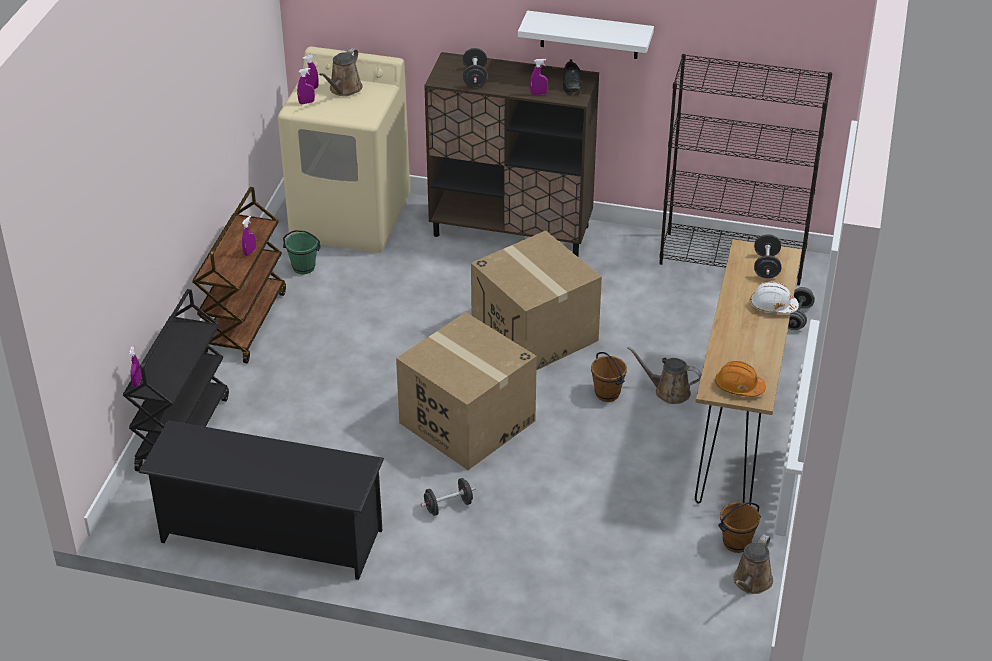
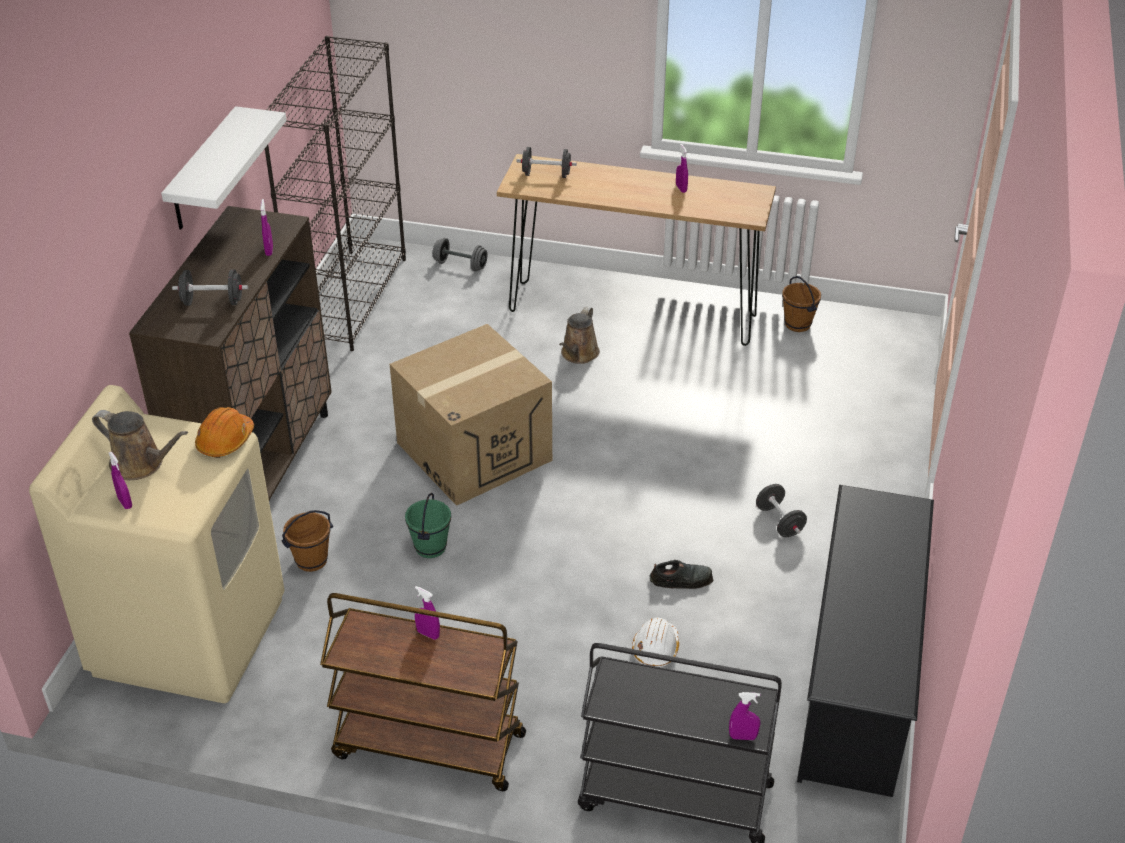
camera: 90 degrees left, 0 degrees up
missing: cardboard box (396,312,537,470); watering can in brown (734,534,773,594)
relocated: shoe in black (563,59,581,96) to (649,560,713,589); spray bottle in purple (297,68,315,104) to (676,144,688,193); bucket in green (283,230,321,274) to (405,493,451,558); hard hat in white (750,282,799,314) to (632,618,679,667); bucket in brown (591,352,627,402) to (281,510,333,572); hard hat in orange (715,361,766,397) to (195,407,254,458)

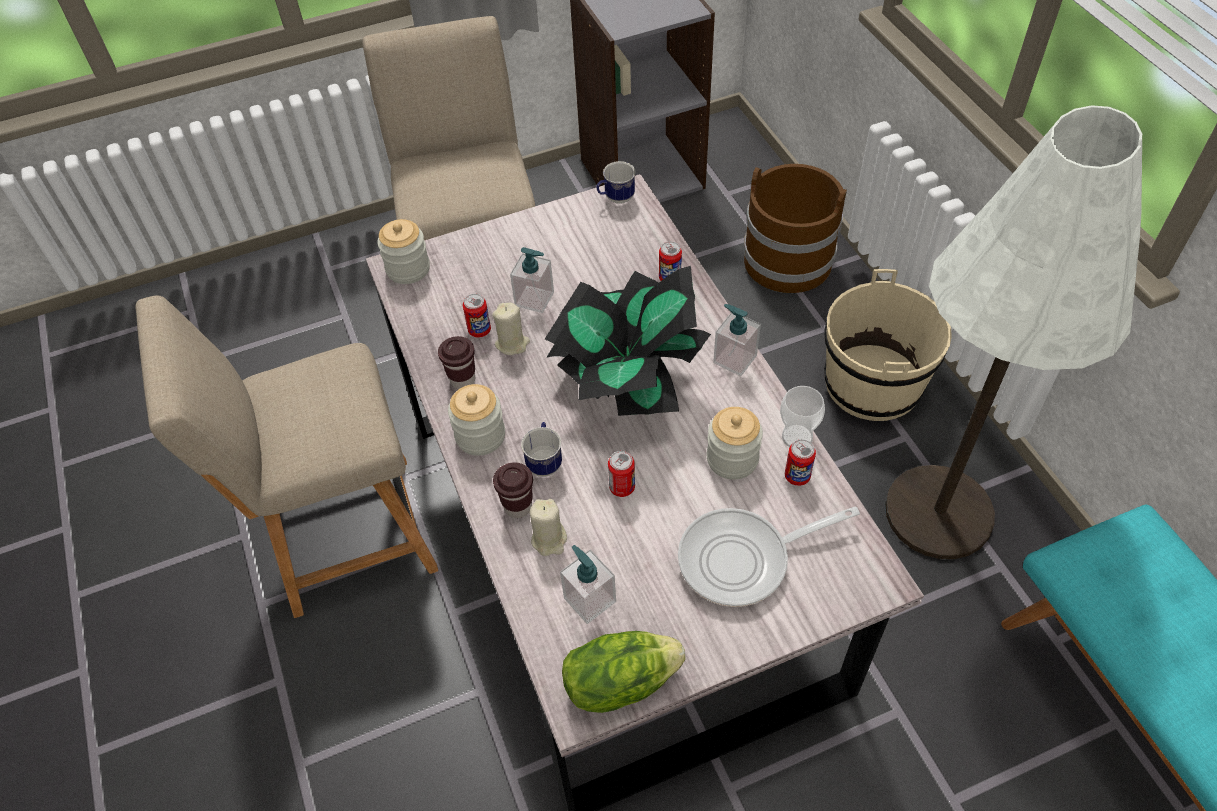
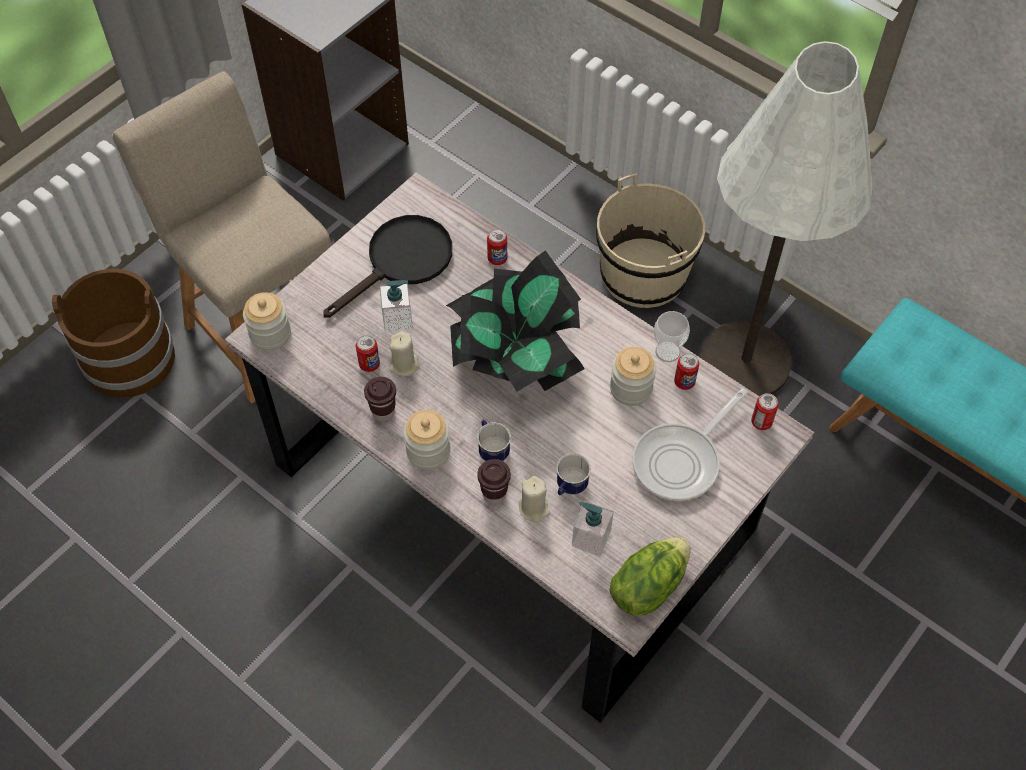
camera: 30 degrees left, 5 degrees up
missing: chair in beige (135,295,438,618); soap dispenser (713,304,761,376)
appeared: frying pan in black (323,215,452,318)
relocated: mug (596,161,636,204) to (557,453,591,495); bucket in brown (744,164,847,293) to (52,269,175,398); can (608,451,635,497) to (751,393,779,430)

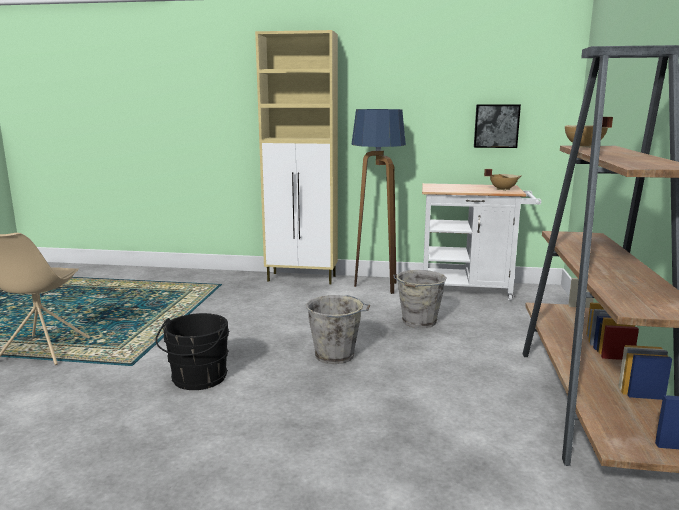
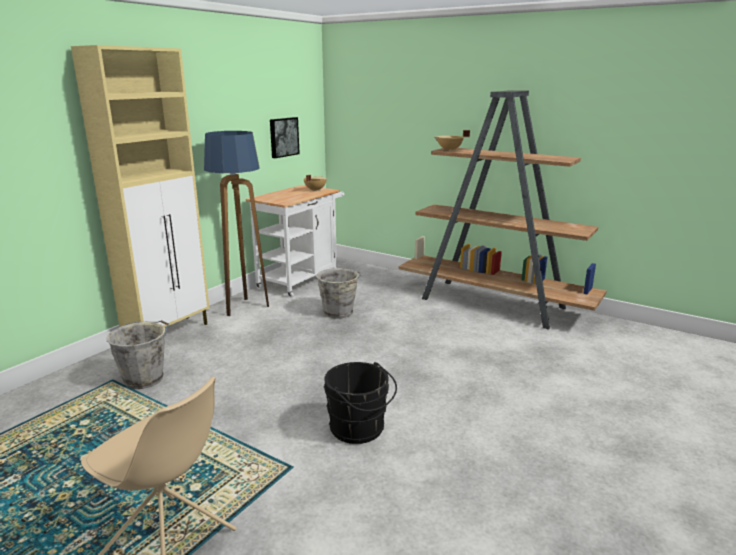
camera: 65 degrees left, 5 degrees up
relocated: bucket in grey (306,295,370,364) to (107,320,169,389)

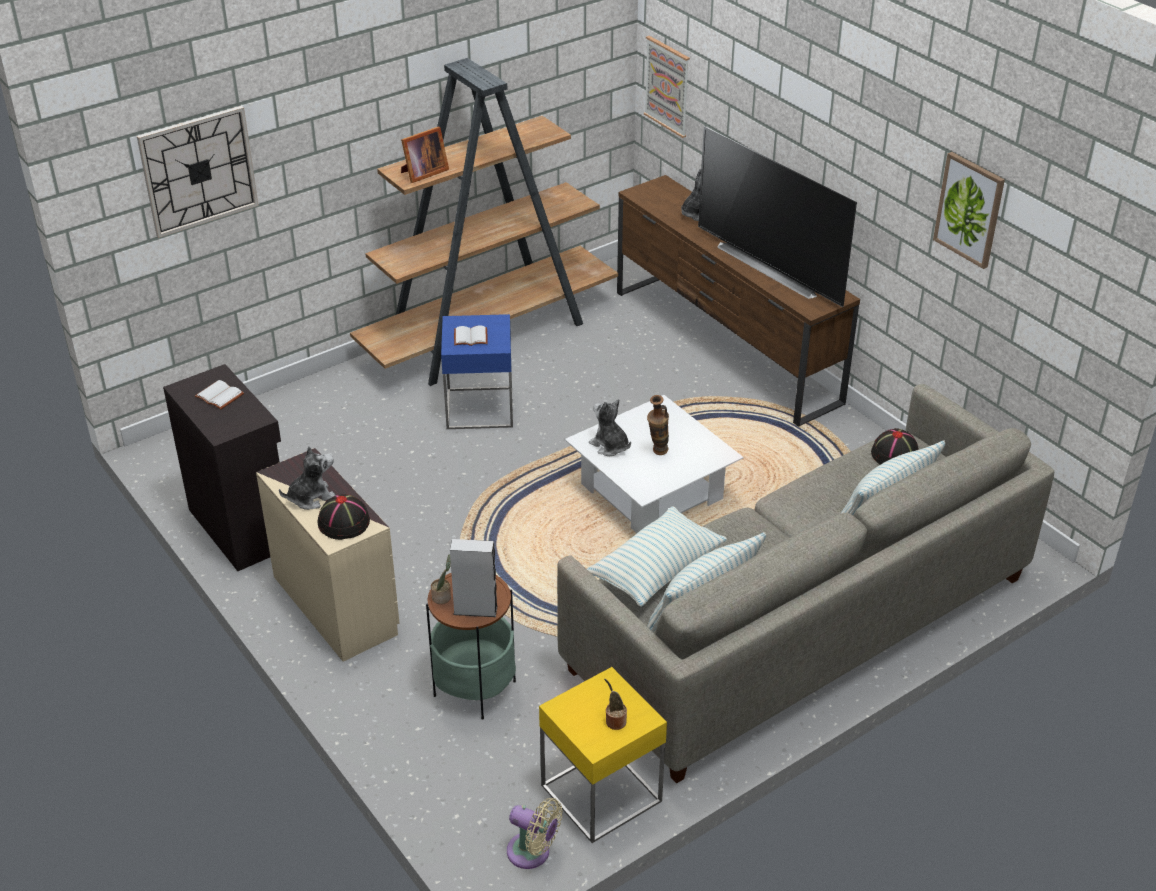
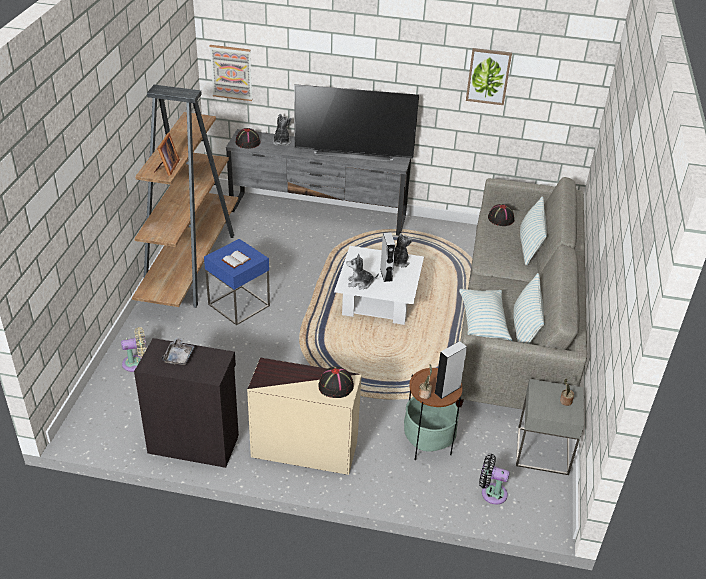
camera: 45 degrees left, 0 degrees up
missing: wall clock (137,106,259,238)
appeared: hat in black (236,128,261,149); fan in black (479,454,510,505)
relocated: plush toy (279,446,336,510) to (394,233,413,268); fan in beige (507,798,563,869) to (121,327,147,372)
exchanged: book in white (195,380,244,409) to tray in grey (161,338,195,365); vase (647,395,669,455) to speaker in grey (380,232,395,282)
colour: tv stand in brown (617,175,860,427) to tv stand in grey (226,129,411,235); side table in yellow (539,667,667,843) to side table in grey (516,379,584,475)

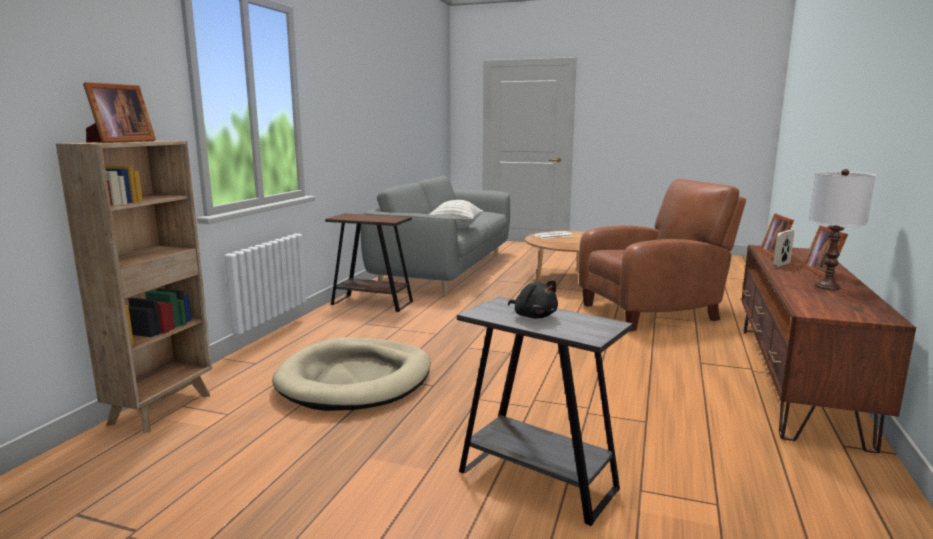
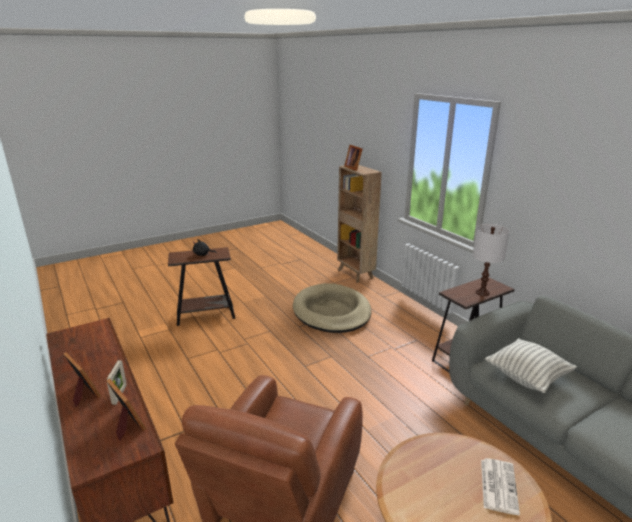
camera: 130 degrees right, 10 degrees up
relocated: table lamp in white (809,169,876,290) to (473,224,510,296)
colour: side table in grey (457,297,633,526) to side table in brown (168,247,235,326)

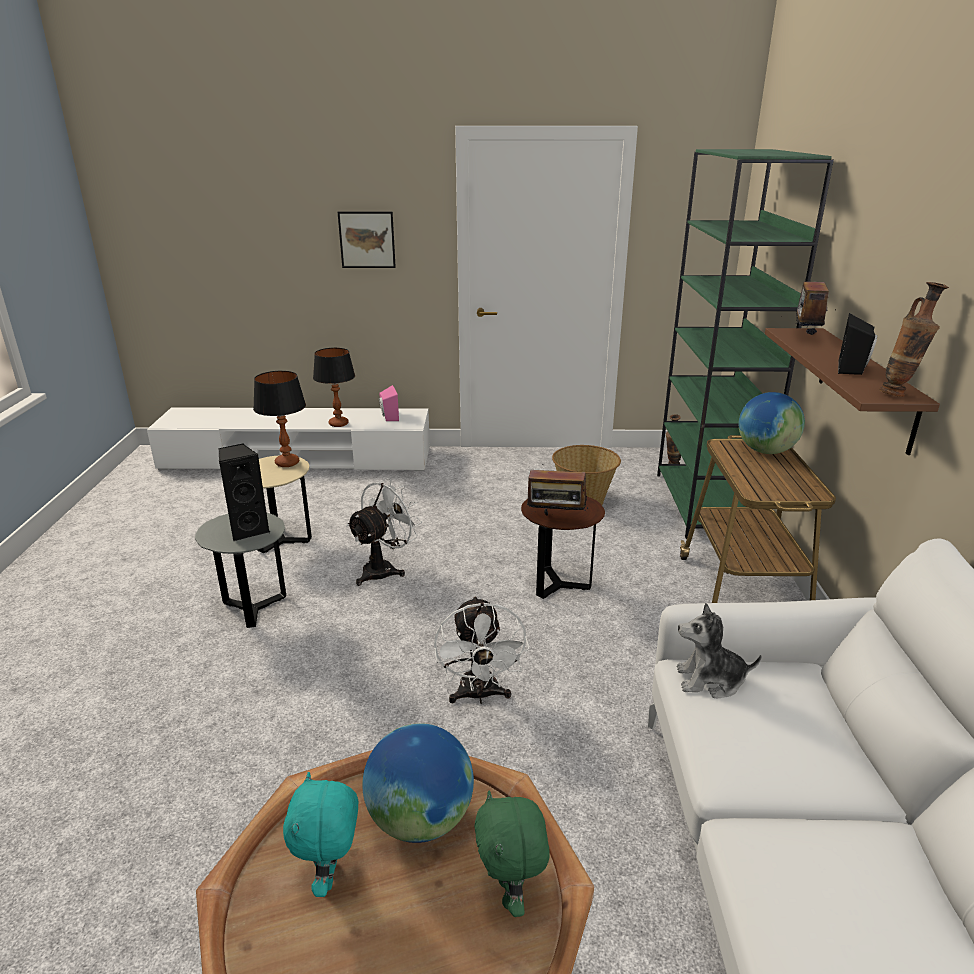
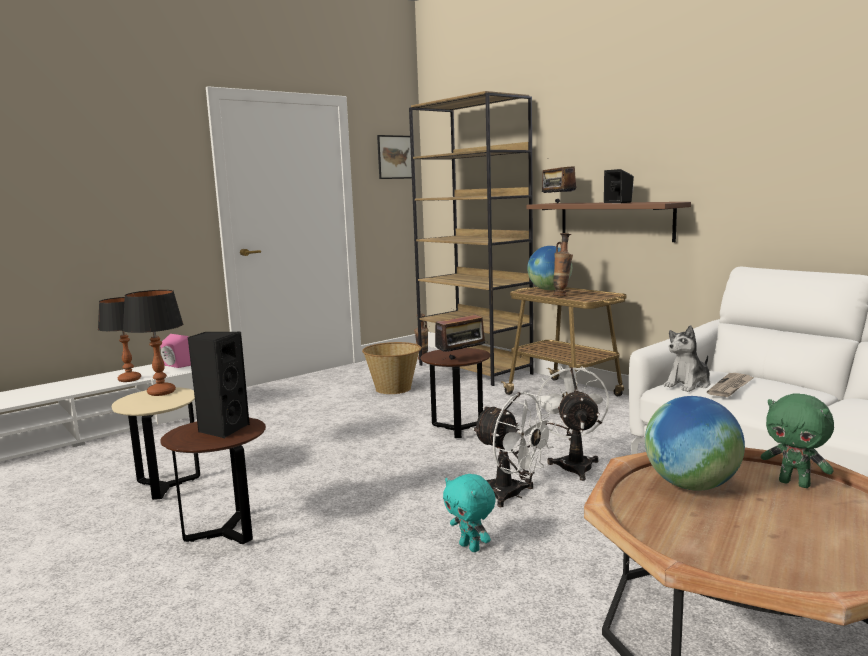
camera: 40 degrees left, 15 degrees down
appeared: newspaper (707,373,754,397)
relocated: picture (338,211,396,268) to (377,135,412,179); vase (879,282,949,397) to (553,233,573,296); fan in white (346,478,422,586) to (535,366,609,481); plush toy in turquoise (283,772,358,897) to (443,474,496,552)
colour: bookcase in green (657,149,834,539) to bookcase in brown (409,91,533,386); side table in grey (195,513,286,628) to side table in brown (160,418,266,544)

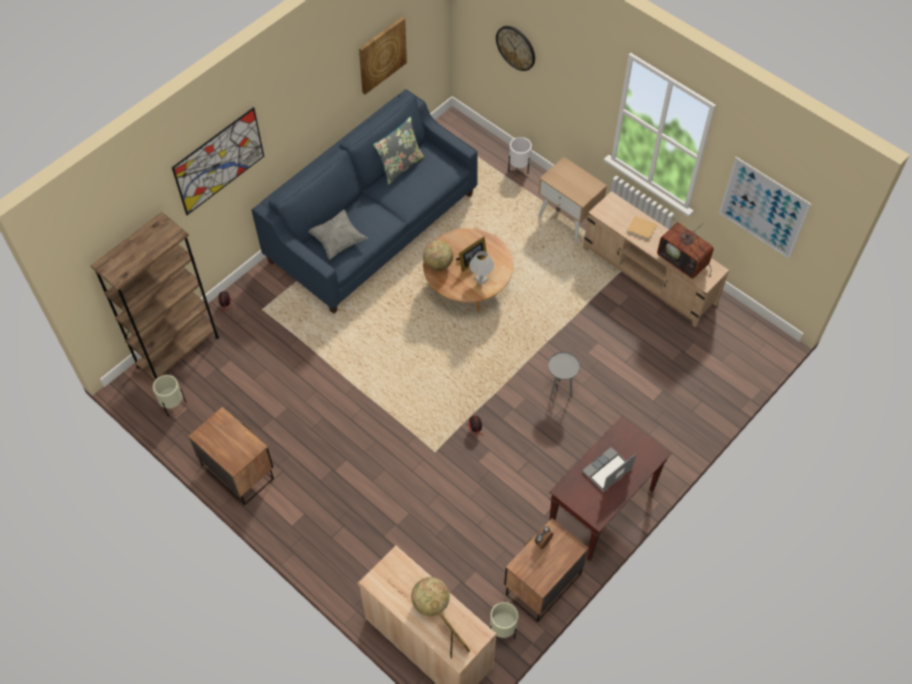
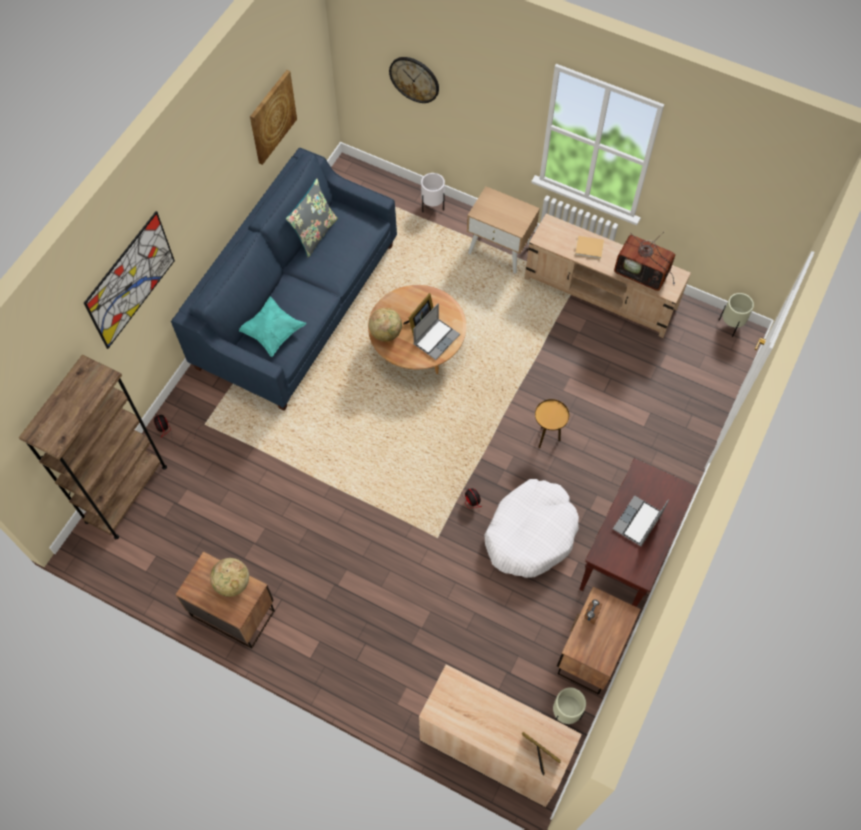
camera: 15 degrees left, 5 degrees up
missing: picture (719,157,812,259)
appeared: dog bed in white (485,479,579,578)
relocated: planter in beige (153,375,186,417) to (719,293,754,337); globe (411,577,450,616) to (210,558,249,597)
exchanged: table lamp in white (469,251,494,285) to laptop (413,303,460,360)
colour: pillow in grey (308,209,368,259) to pillow in turquoise (239,296,306,357); side table in grey (548,352,580,397) to side table in brown (535,399,569,448)

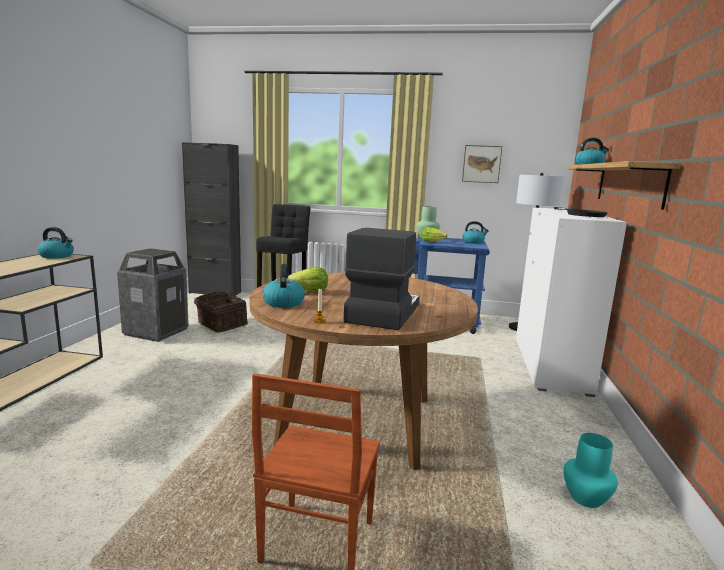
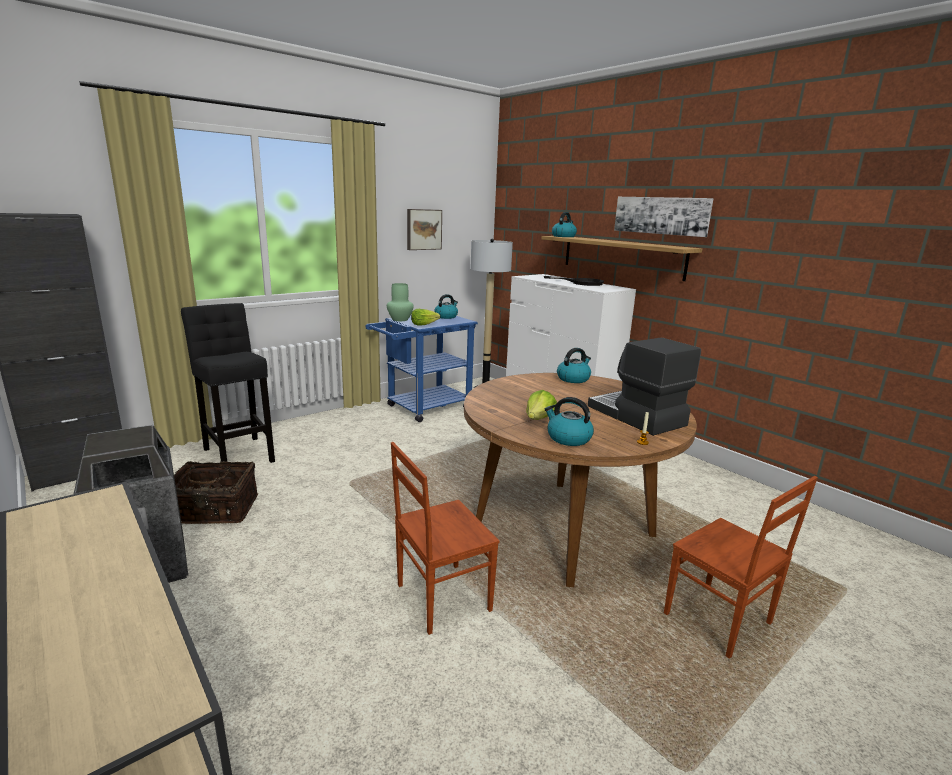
camera: 50 degrees left, 5 degrees up
missing: vase in turquoise (563,433,618,508)
appeared: picture (614,197,714,237); chair in brown (391,442,499,635)
relocated: kettle (37,227,74,259) to (557,348,591,383)

